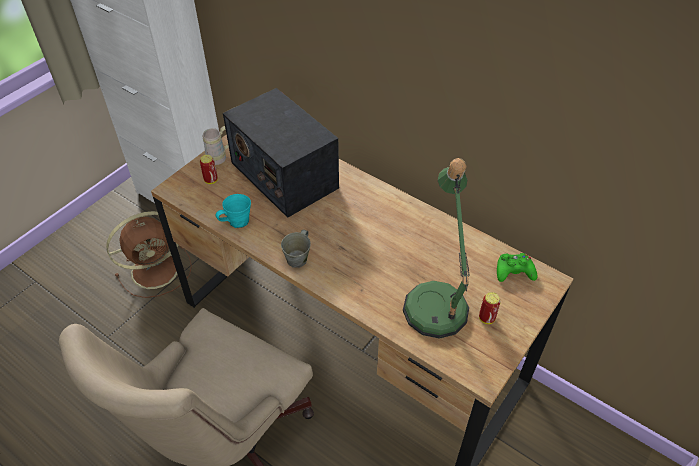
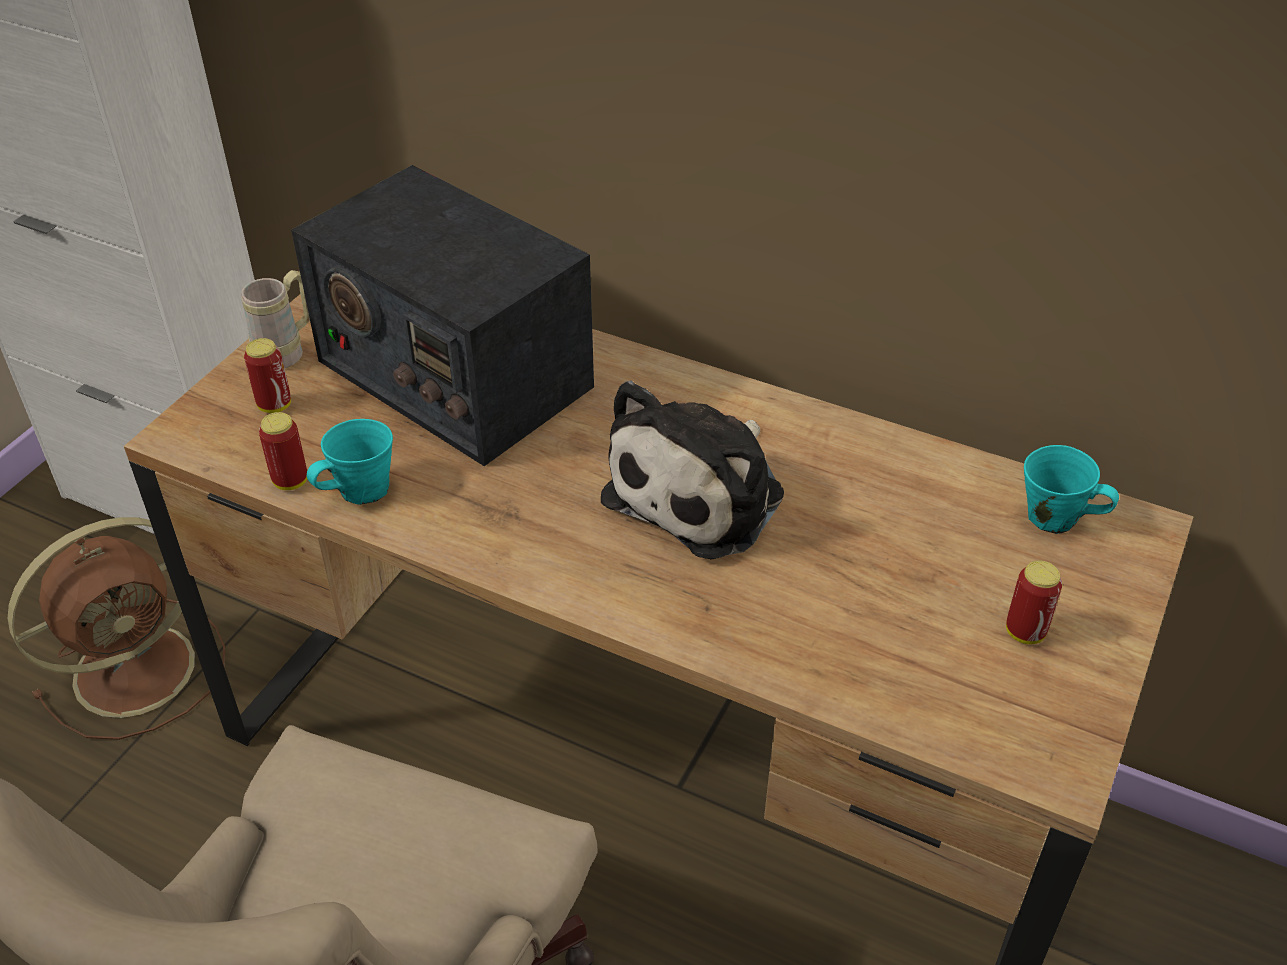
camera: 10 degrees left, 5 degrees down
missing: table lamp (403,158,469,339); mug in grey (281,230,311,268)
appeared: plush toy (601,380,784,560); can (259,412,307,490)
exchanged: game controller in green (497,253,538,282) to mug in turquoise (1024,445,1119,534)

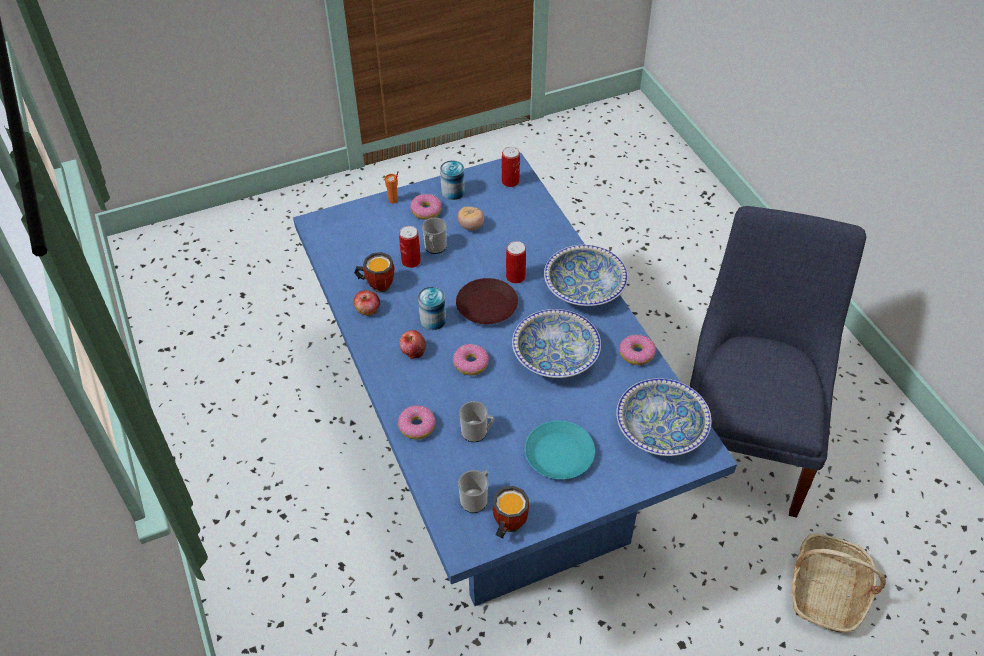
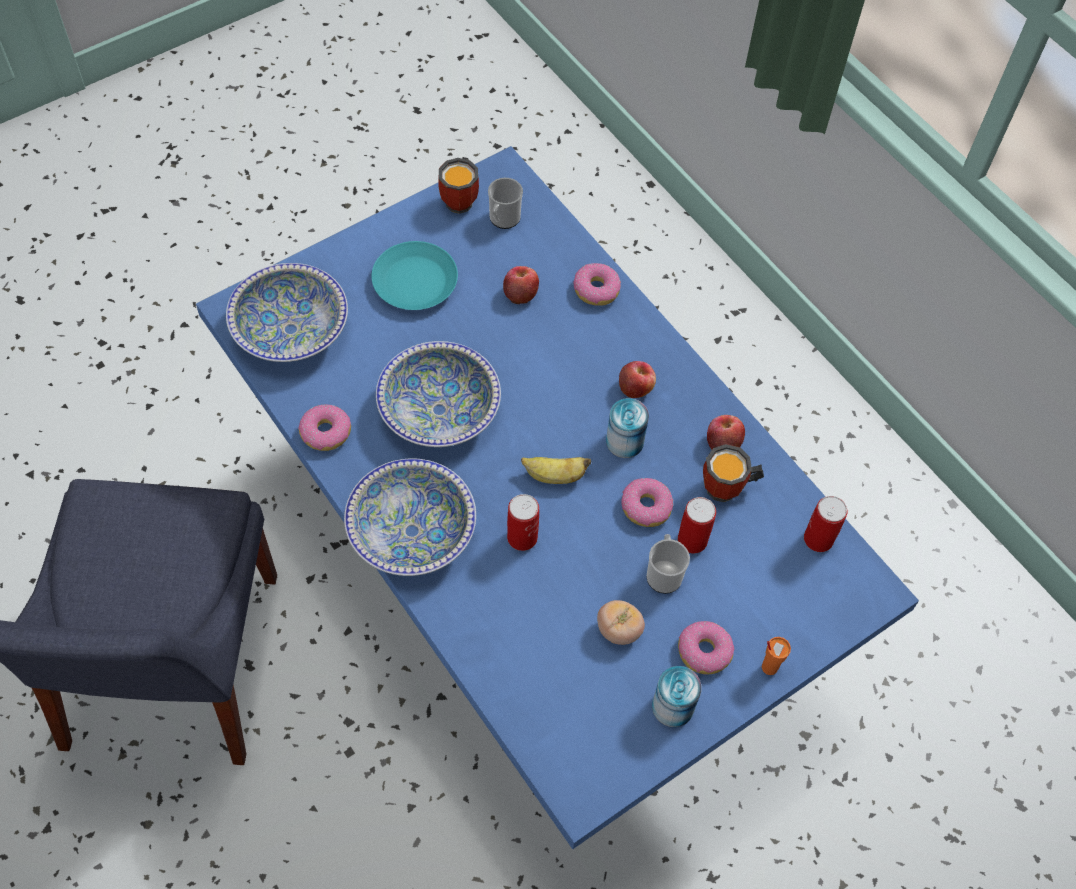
camera: 165 degrees right, 10 degrees up
missing: basket (791,534,886,633)
relocated: can (502,147,520,187) to (804,496,847,552); donut (453,344,489,375) to (621,478,673,527)
exchanged: plate in brown (456,278,518,324) to banana (521,457,591,484); mug (459,401,494,442) to apple (503,266,539,304)

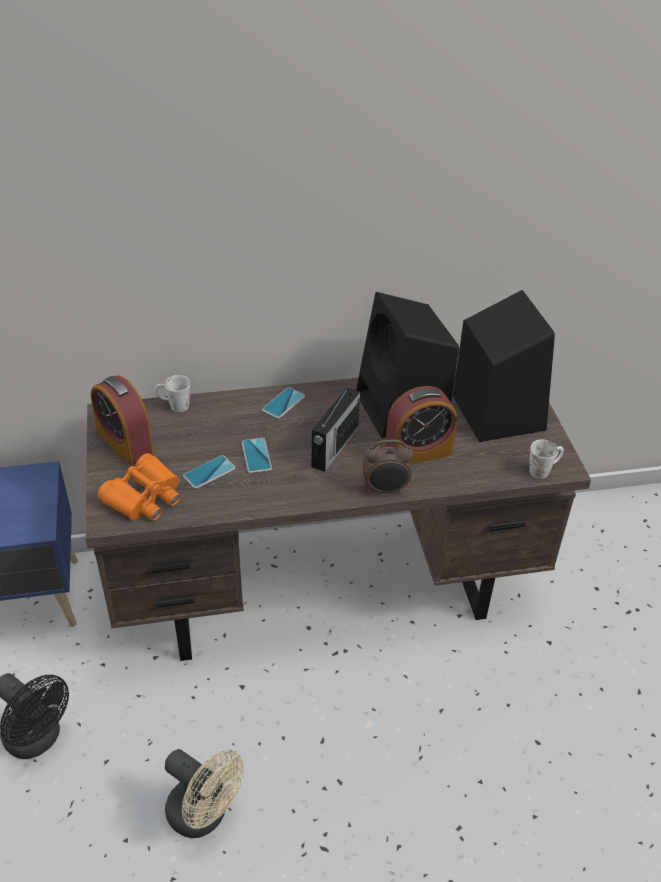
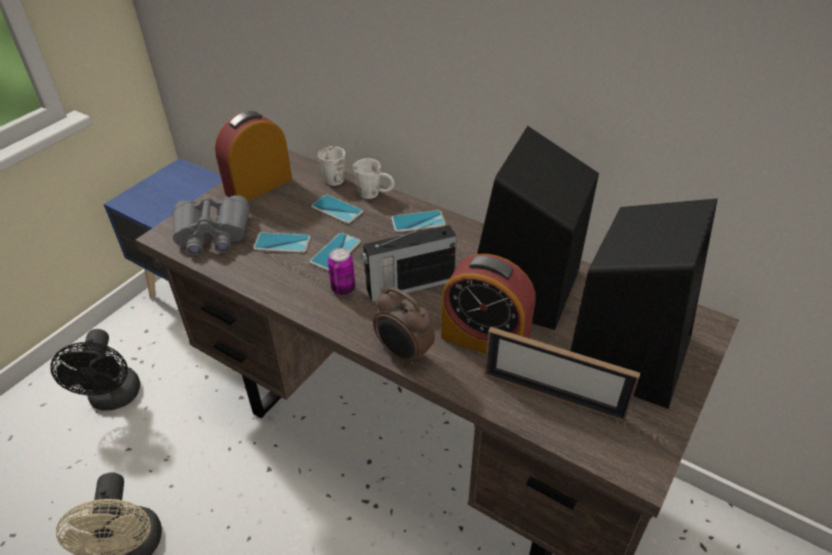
camera: 45 degrees right, 0 degrees up
appeared: phone (311,195,363,223); can (328,248,355,295); picture frame (484,327,640,421)
relocated: mug in white (529,439,564,479) to (353,158,395,199)
colour: binoculars in orange (97,453,180,520) to binoculars in grey (172,195,250,256)
spun: alarm clock (91,375,154,465) = (215,111,292,201) 45 degrees clockwise

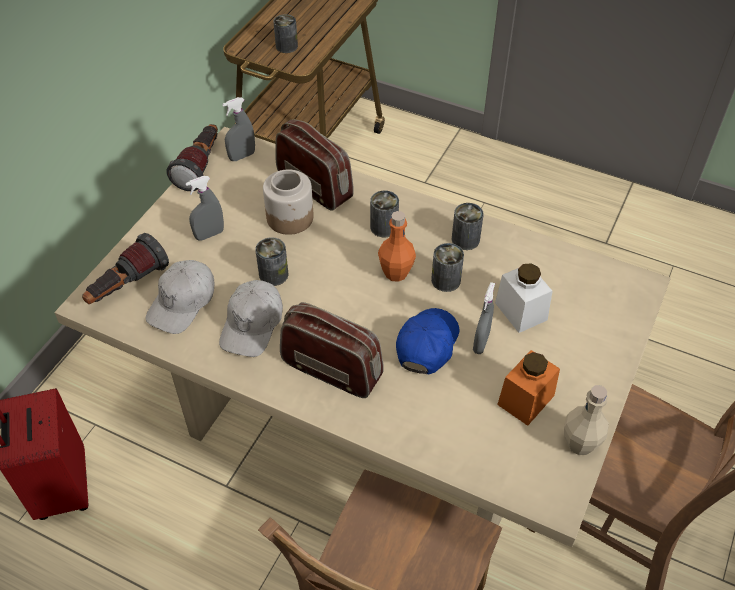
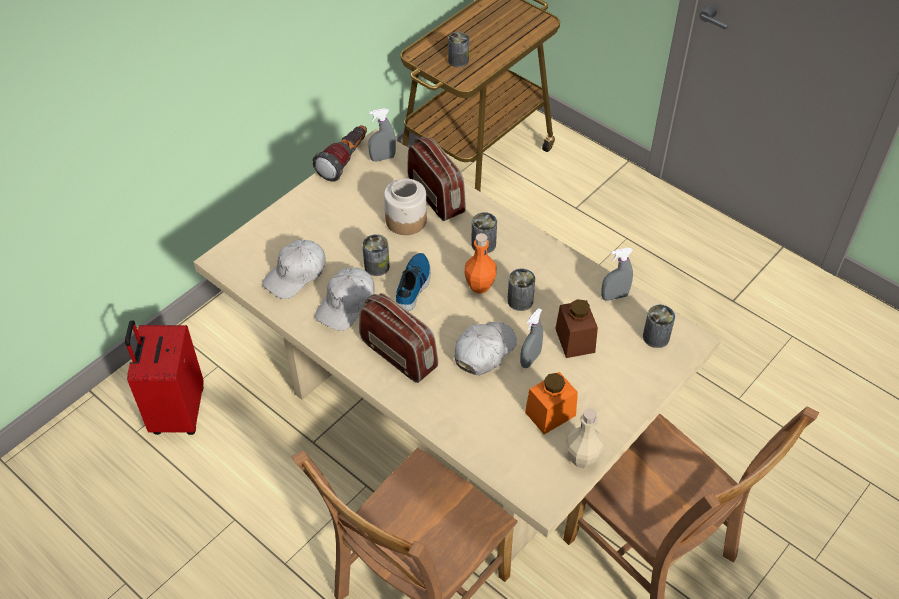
camera: 15 degrees right, 0 degrees up
missing: flashlight (82,233,169,304)
appeared: shoe (396,253,431,311)
relocated: spray bottle in grey (186,176,224,240) to (601,248,633,301); can (452,203,484,250) to (643,305,675,348)
colour: jar in white (495,263,553,333) to jar in brown (555,299,598,358); cap in blue (396,308,459,374) to cap in white (455,322,517,375)

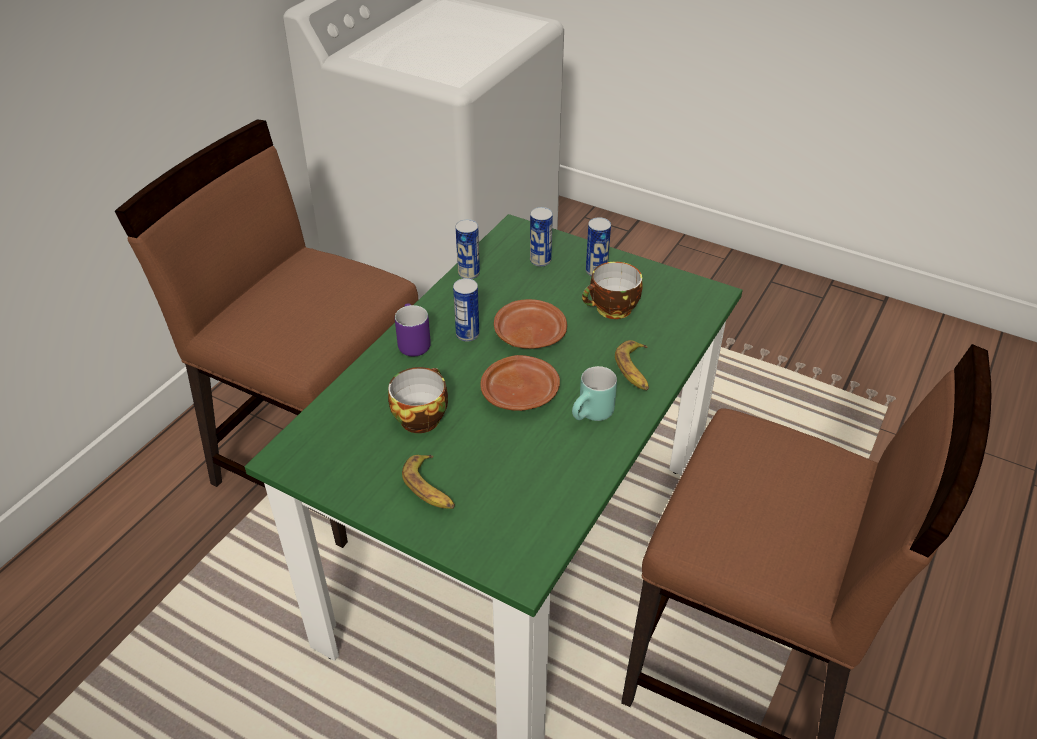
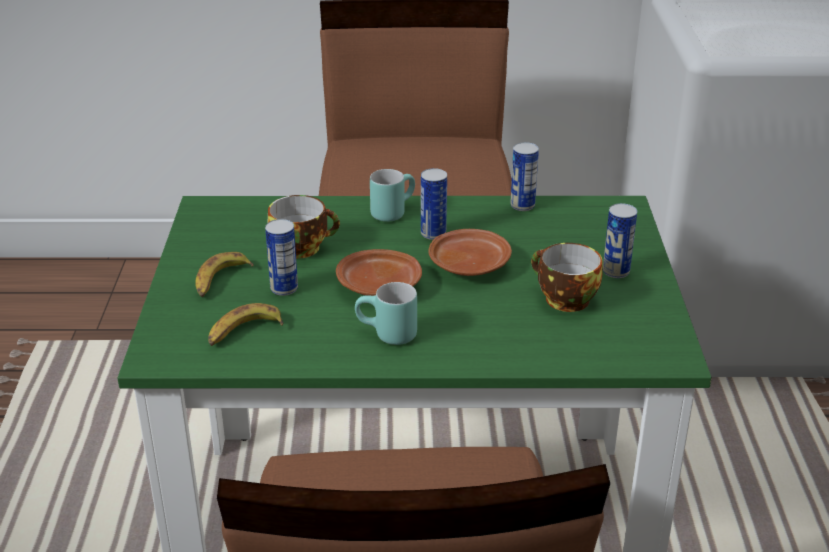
camera: 60 degrees right, 10 degrees down
relocated: can (530,207,553,267) to (265,219,298,296); banana (615,340,649,391) to (208,303,284,346)
colour: mug in purple (395,303,431,356) to mug in turquoise (370,169,415,222)

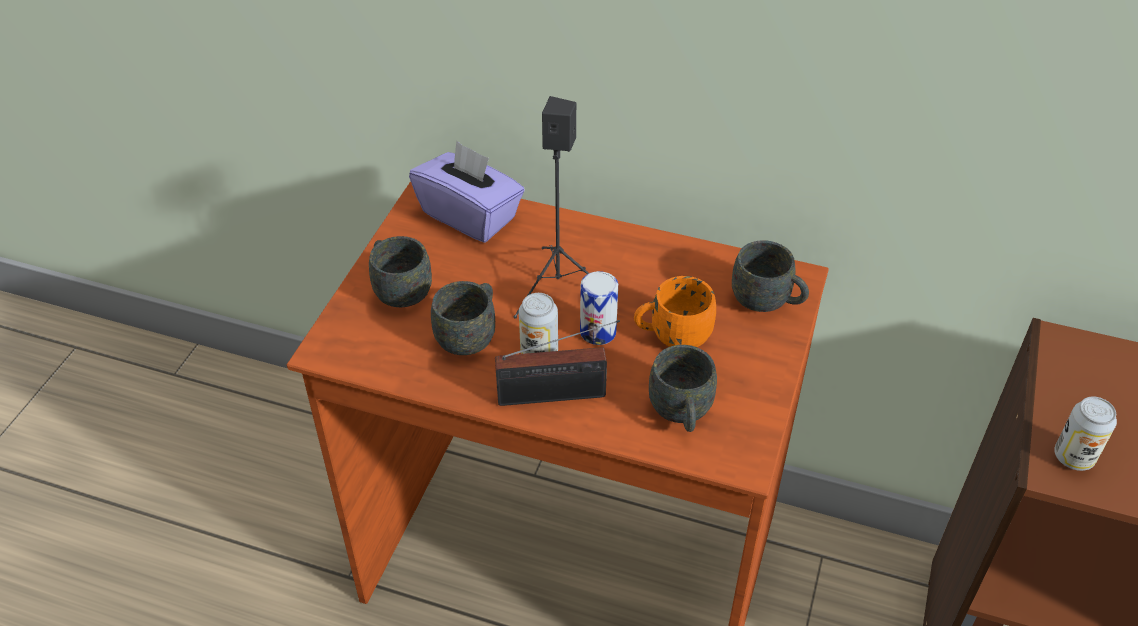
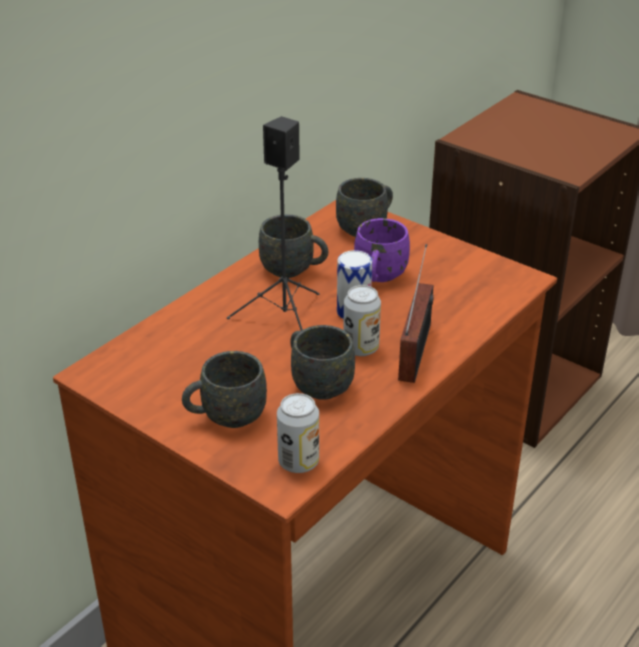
camera: 70 degrees left, 10 degrees down
missing: tissue box in purple (409,141,525,242)
relocated: mug in grey (649,345,717,432) to (259,214,328,278); can (1054,397,1117,471) to (277,393,319,473)
colour: mug in orange (634,276,716,347) to mug in purple (354,218,410,282)

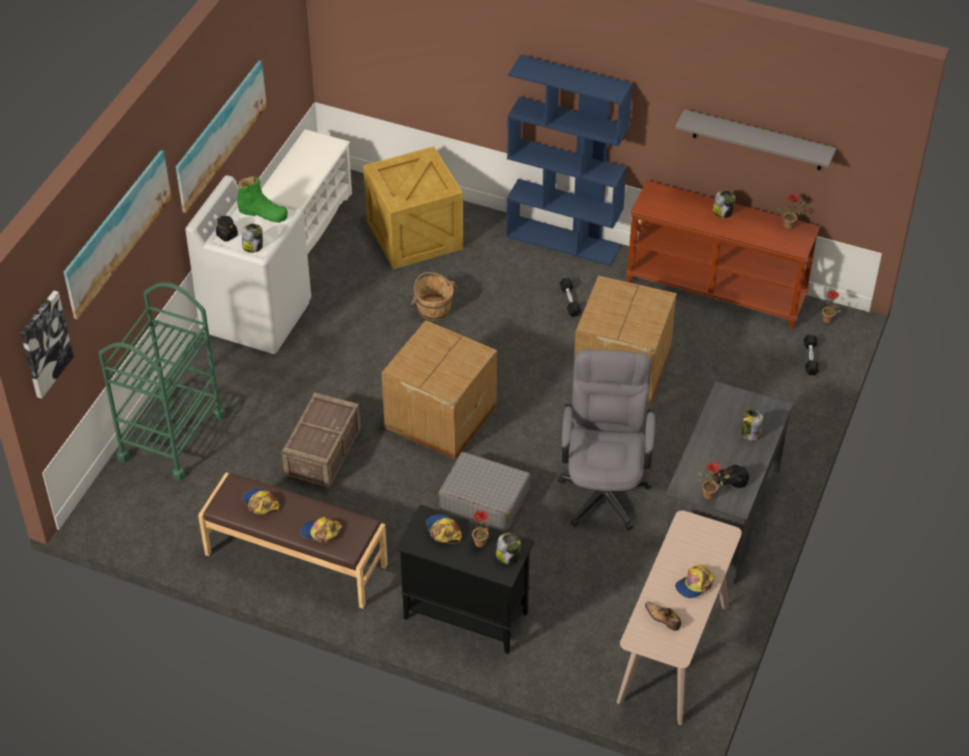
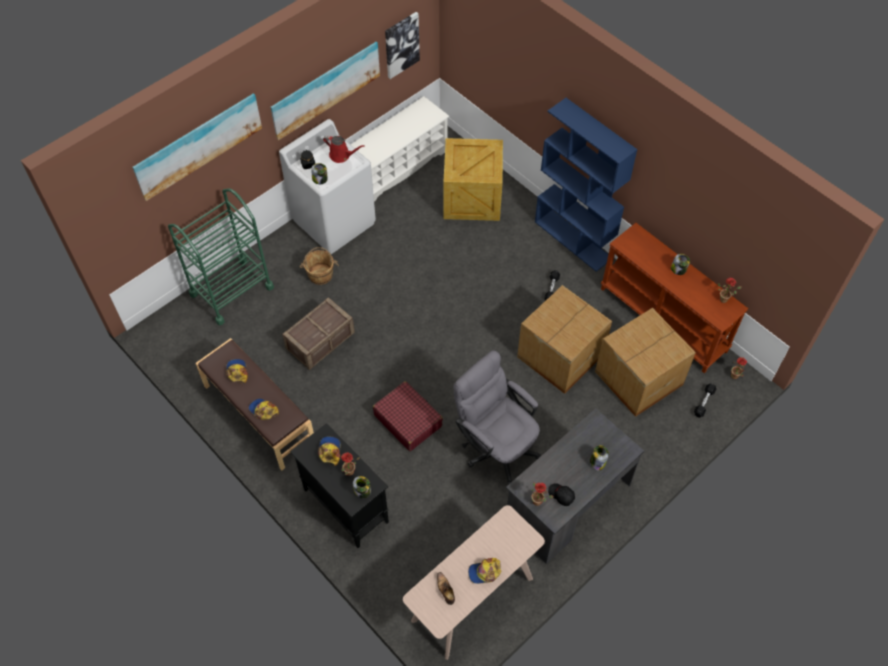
camera: 25 degrees right, 10 degrees up
missing: shelf in grey (675,109,836,170)
relocated: bucket in brown (411,272,457,321) to (300,247,339,285); picture (20,291,74,399) to (385,12,420,79); cardboard box (381,320,497,459) to (595,308,696,417)
exchanged: boot in green (237,176,288,223) to watering can in red (323,135,364,163)
colour: suitcase in grey (439,452,530,530) to suitcase in red (373,381,443,451)
spun: office chair in grey (558,349,655,530) = (454,350,541,485) 75 degrees counterclockwise

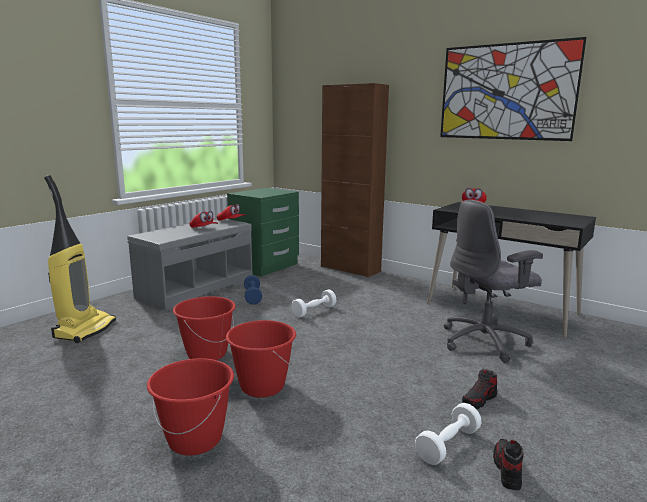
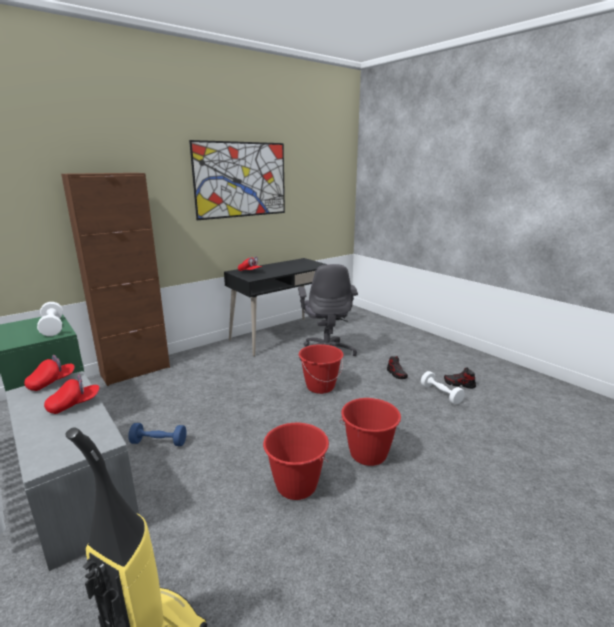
camera: 75 degrees left, 5 degrees up
relocated: dumbbell in white (291,290,336,318) to (37,302,63,336); bucket in red (147,358,234,456) to (299,344,344,394)

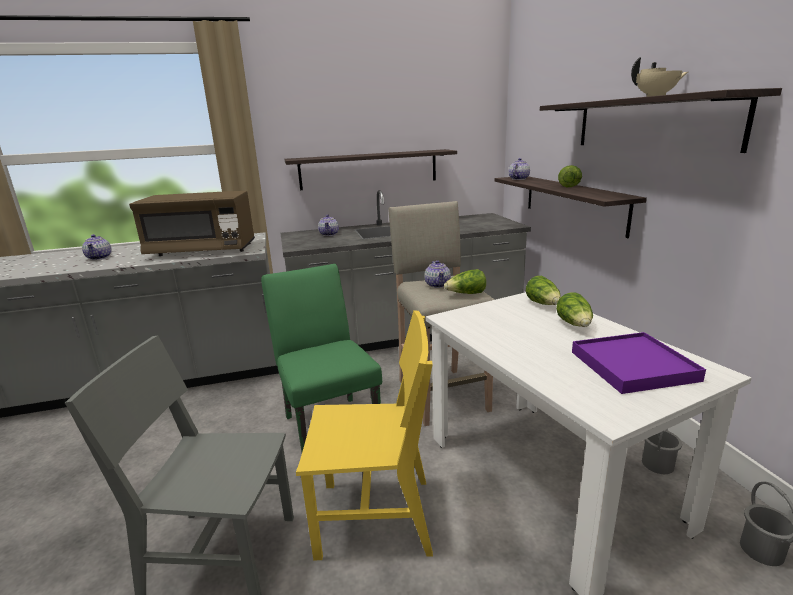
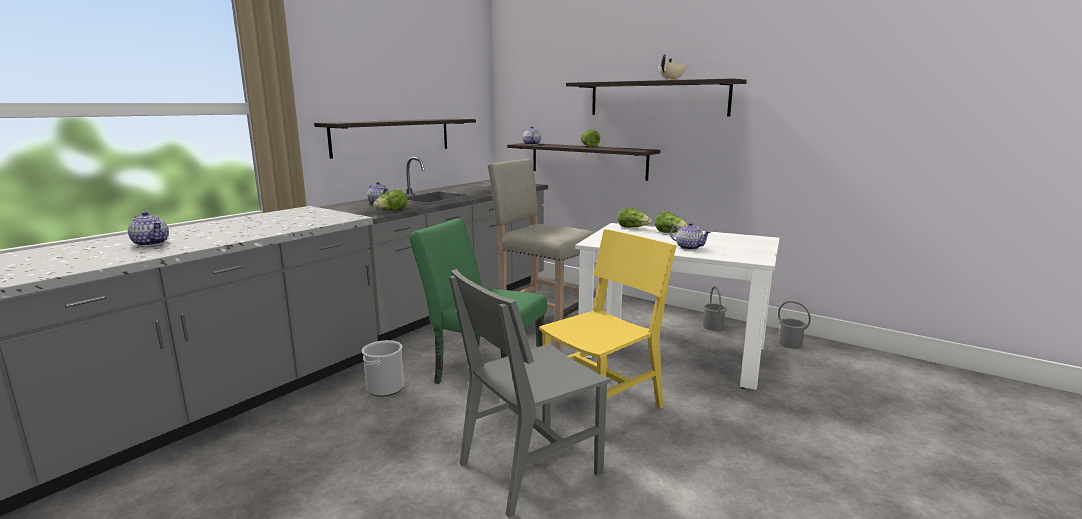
camera: 40 degrees left, 5 degrees down
missing: microwave in brown (129,191,255,256); tray in purple (572,332,706,394)
appeared: bucket (362,340,404,397)
relocated: teapot (425,260,451,288) to (670,222,711,250); lettuce (444,269,486,294) to (373,189,408,210)

